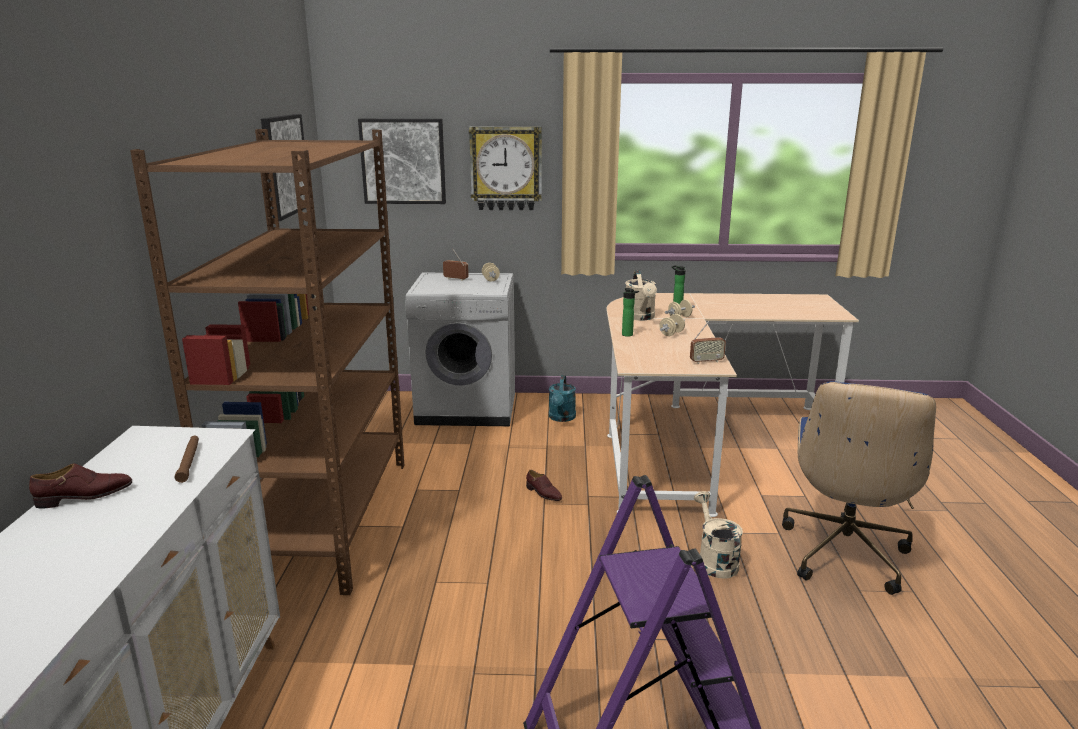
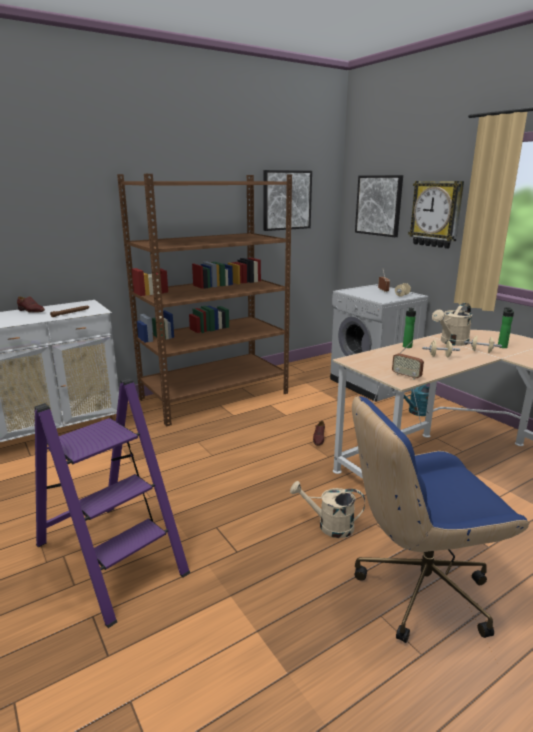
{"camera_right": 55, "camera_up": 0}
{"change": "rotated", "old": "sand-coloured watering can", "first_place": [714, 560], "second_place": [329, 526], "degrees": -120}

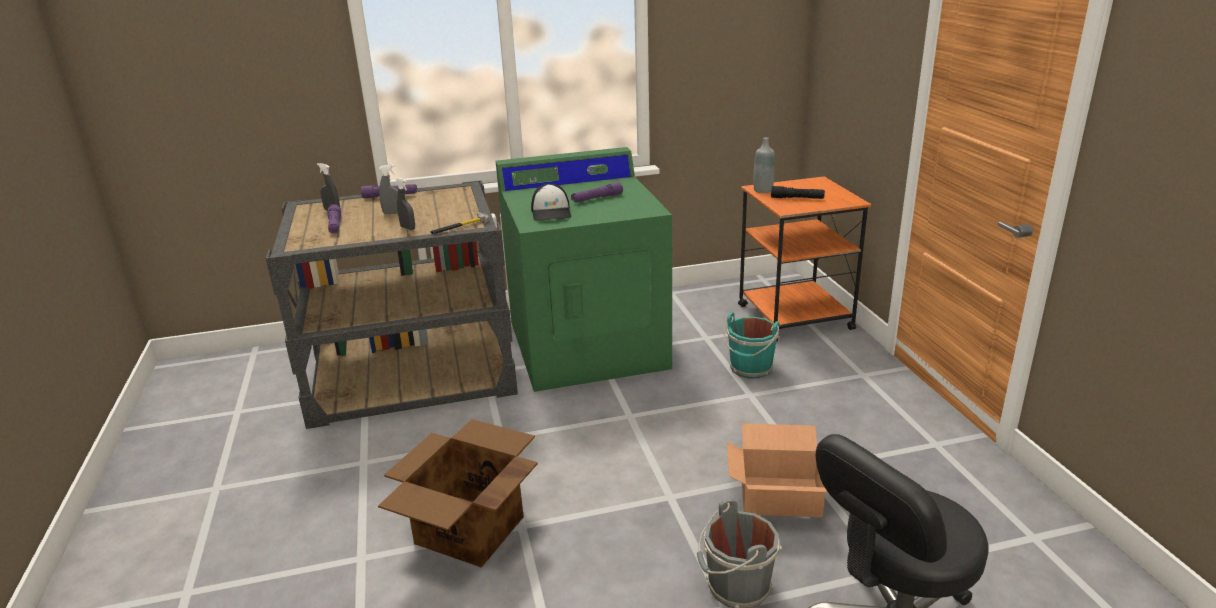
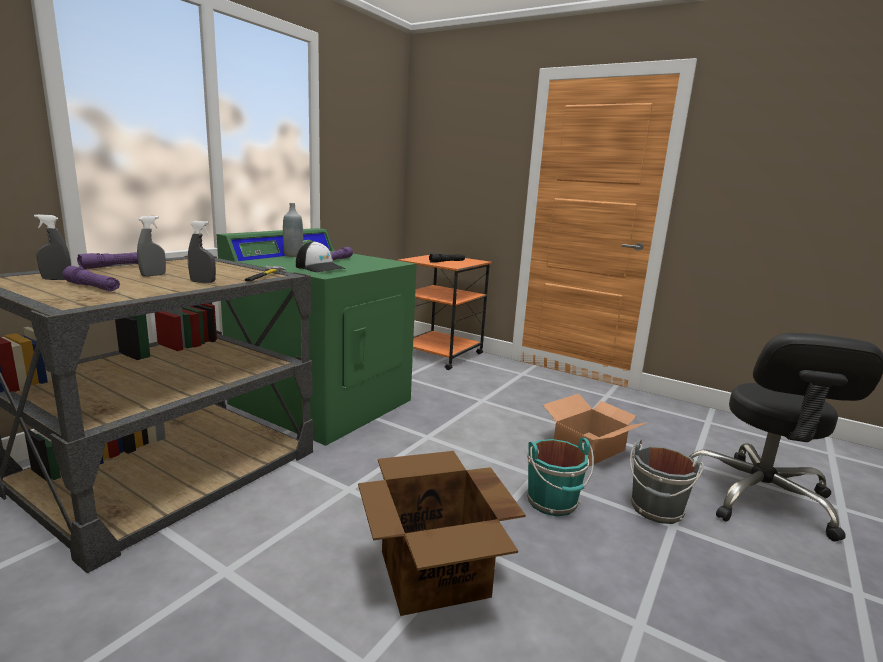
{"camera_right": -45, "camera_up": -10}
{"change": "shifted", "old": "turquoise-coloured pail", "first_place": [750, 369], "second_place": [553, 503]}
{"change": "shifted", "old": "gray bottle", "first_place": [763, 190], "second_place": [293, 255]}

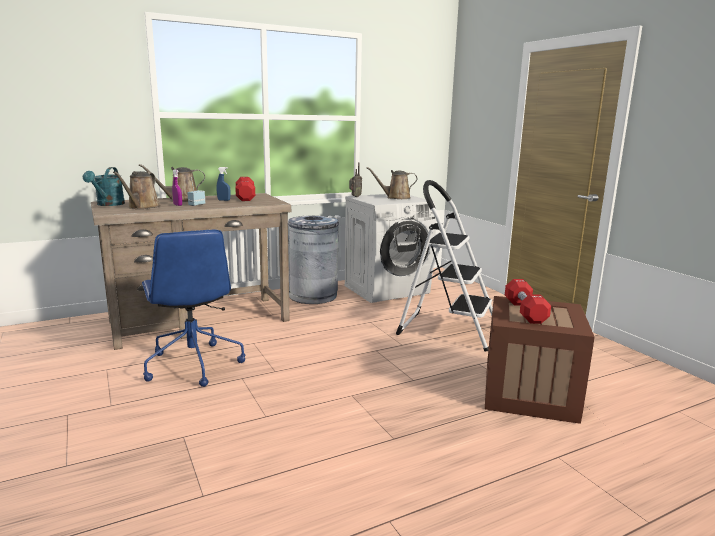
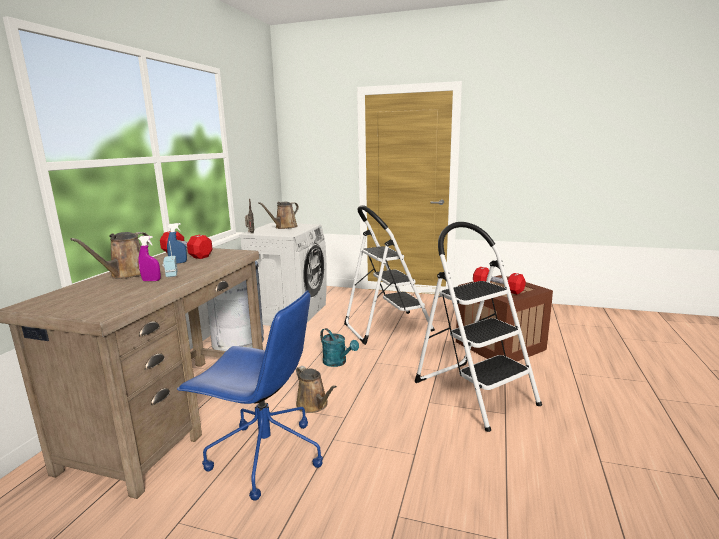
{"camera_right": -45, "camera_up": 0}
{"change": "new", "new": "stepladder", "second_place": [472, 391]}
{"change": "shifted", "old": "turquoise-coloured watering can", "first_place": [108, 204], "second_place": [338, 362]}
{"change": "shifted", "old": "brown watering can", "first_place": [142, 207], "second_place": [314, 405]}

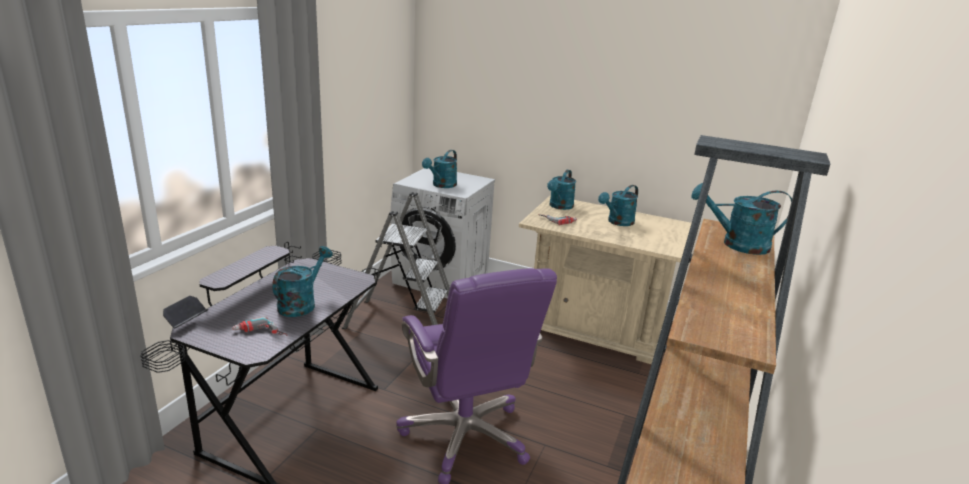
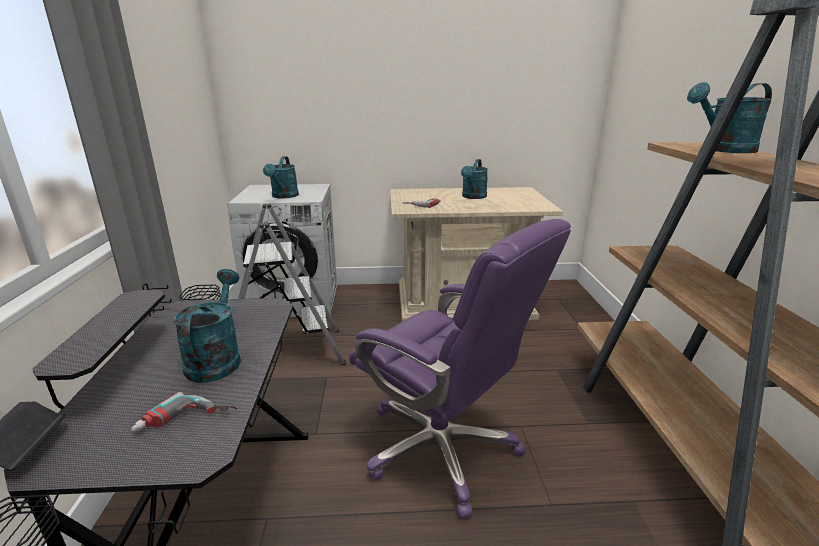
{"camera_right": -25, "camera_up": 0}
{"change": "gone", "old": "turquoise-coloured watering can", "first_place": [559, 206]}

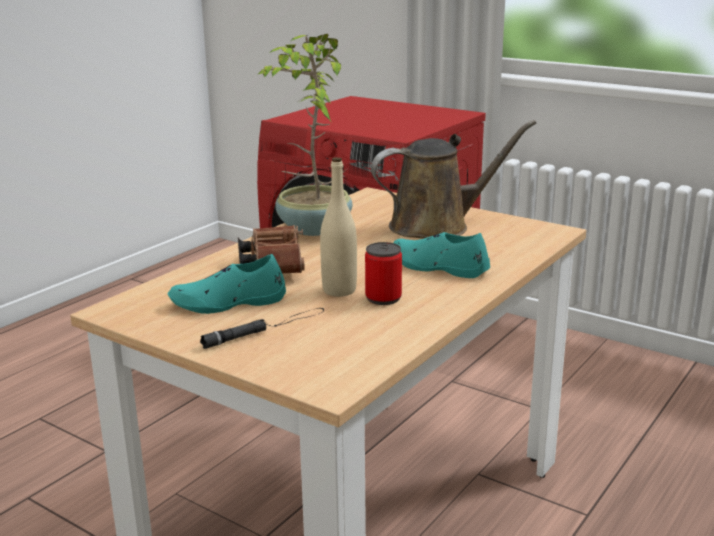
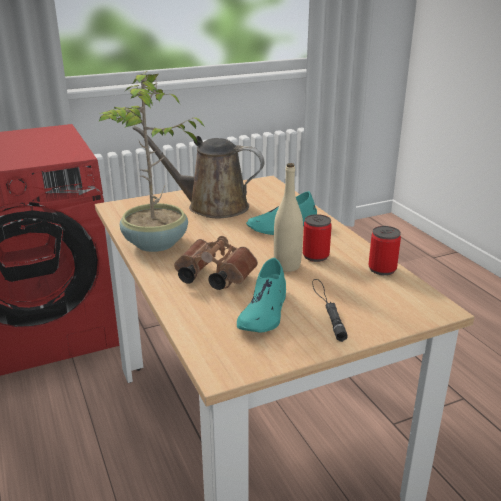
{"camera_right": -60, "camera_up": 5}
{"change": "new", "new": "sealed can", "second_place": [382, 269]}
{"change": "rotated", "old": "brown watering can", "first_place": [437, 226], "second_place": [211, 206], "degrees": -90}

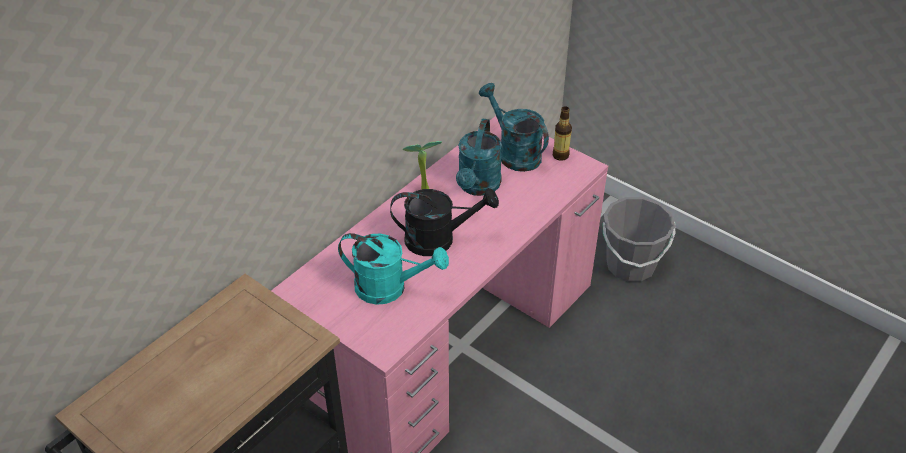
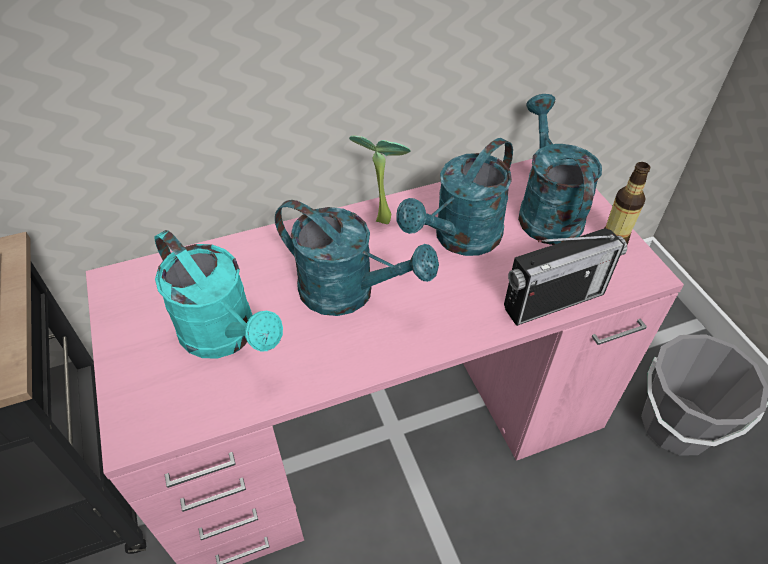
{"camera_right": 30, "camera_up": 5}
{"change": "new", "new": "radio receiver", "second_place": [553, 300]}
{"change": "repainted", "old": "black-coloured watering can", "new": "turquoise-coloured watering can", "first_place": [439, 239], "second_place": [349, 293]}

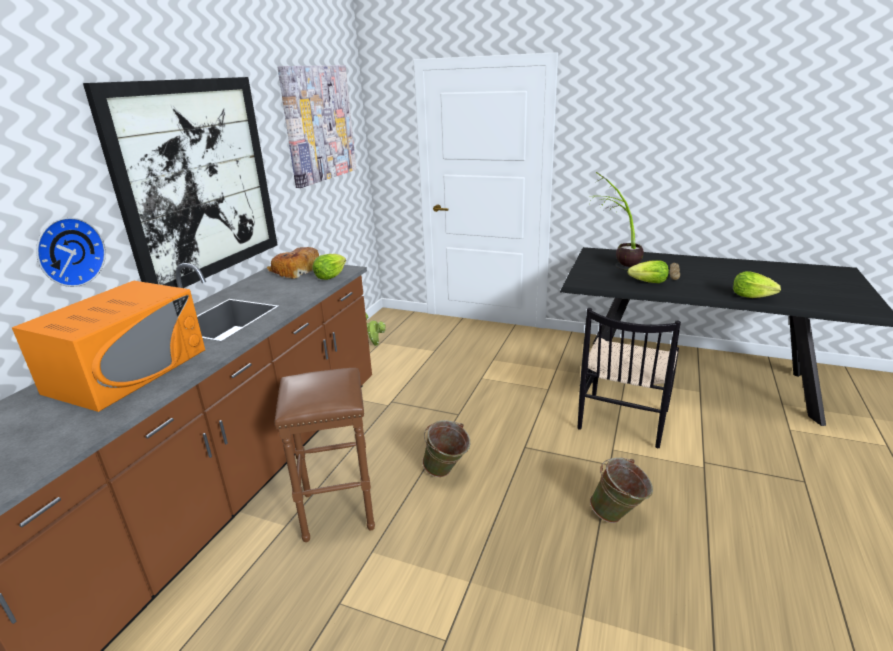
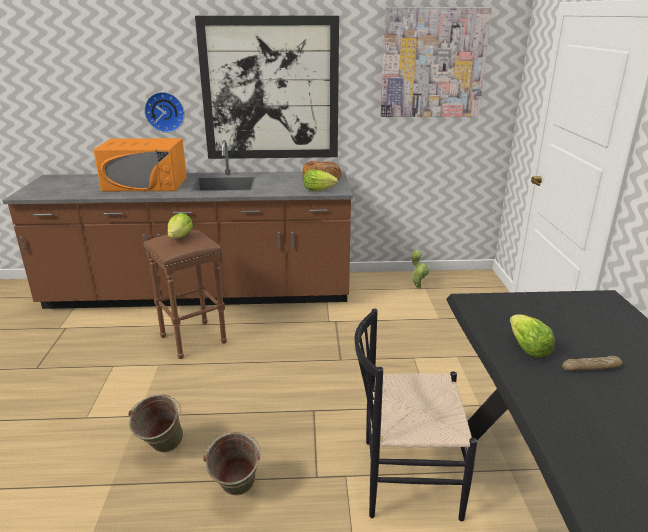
{"camera_right": 65, "camera_up": 0}
{"change": "gone", "old": "houseplant", "first_place": [615, 262]}
{"change": "shifted", "old": "greenish pail", "first_place": [446, 473], "second_place": [161, 450]}
{"change": "shifted", "old": "head of lettuce", "first_place": [751, 296], "second_place": [180, 237]}

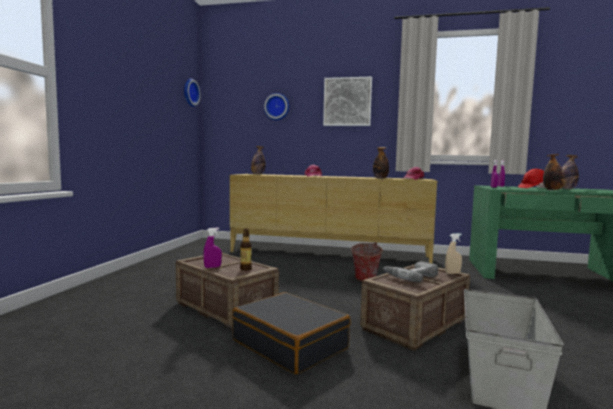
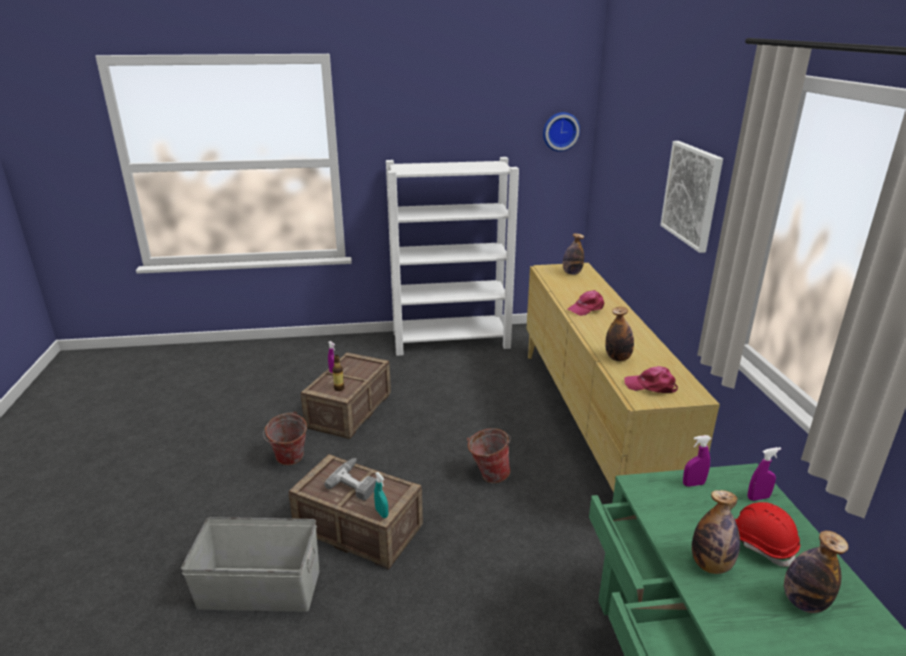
{"camera_right": 70, "camera_up": 20}
{"change": "gone", "old": "wall clock", "first_place": [277, 107]}
{"change": "new", "new": "whitish bookcase", "second_place": [451, 340]}
{"change": "swapped", "old": "black-coloured suitcase", "new": "pail", "first_place": [290, 344], "second_place": [289, 461]}
{"change": "repainted", "old": "sand-coloured spray bottle", "new": "turquoise-coloured spray bottle", "first_place": [452, 273], "second_place": [381, 513]}

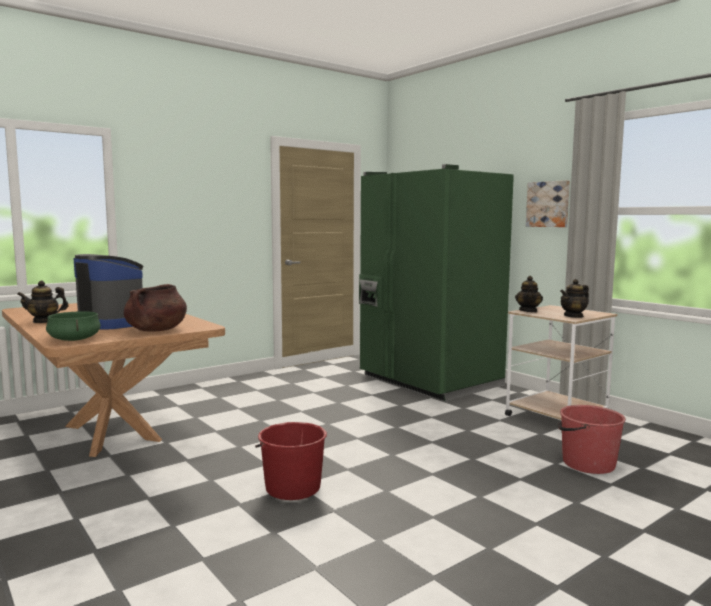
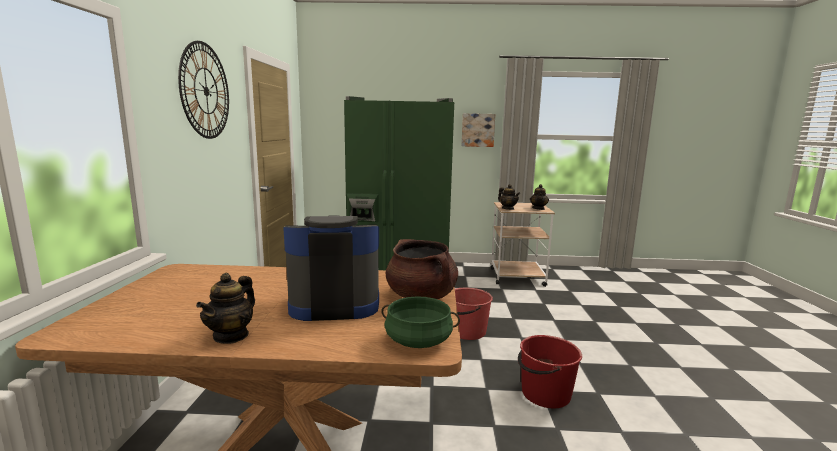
{"camera_right": -50, "camera_up": 5}
{"change": "new", "new": "wall clock", "second_place": [205, 91]}
{"change": "shifted", "old": "red pail", "first_place": [587, 463], "second_place": [467, 331]}

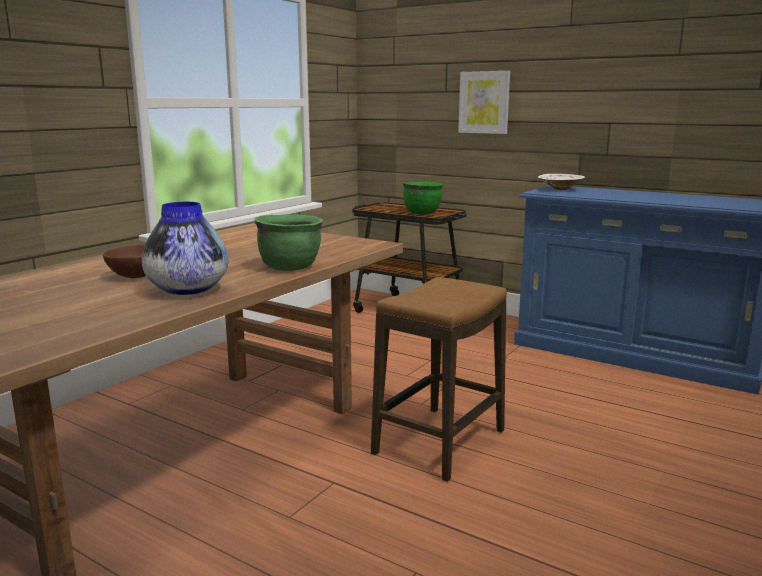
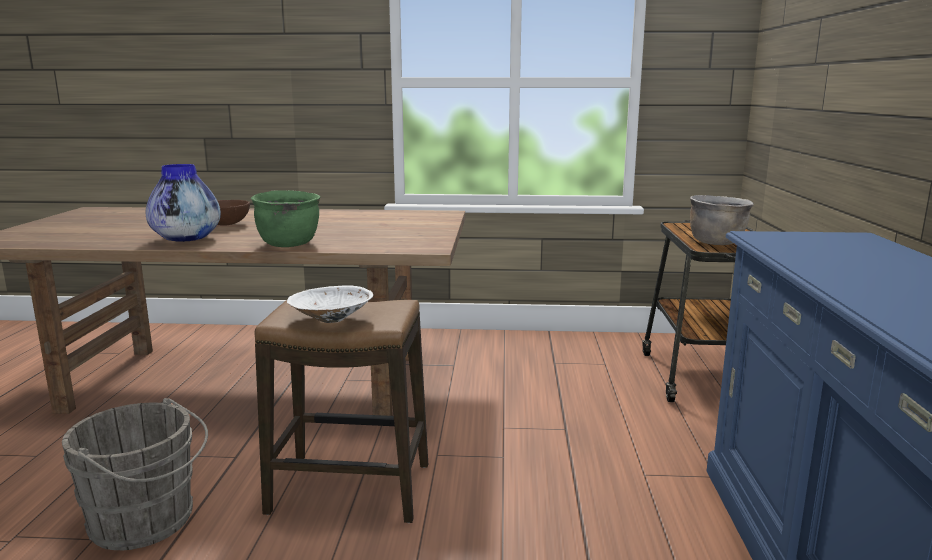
{"camera_right": 60, "camera_up": 0}
{"change": "gone", "old": "wall picture", "first_place": [484, 102]}
{"change": "new", "new": "gray pail", "second_place": [147, 522]}
{"change": "shifted", "old": "whitish bowl", "first_place": [559, 189], "second_place": [330, 319]}
{"change": "repainted", "old": "greenish stockpot", "new": "brown stockpot", "first_place": [422, 213], "second_place": [716, 242]}

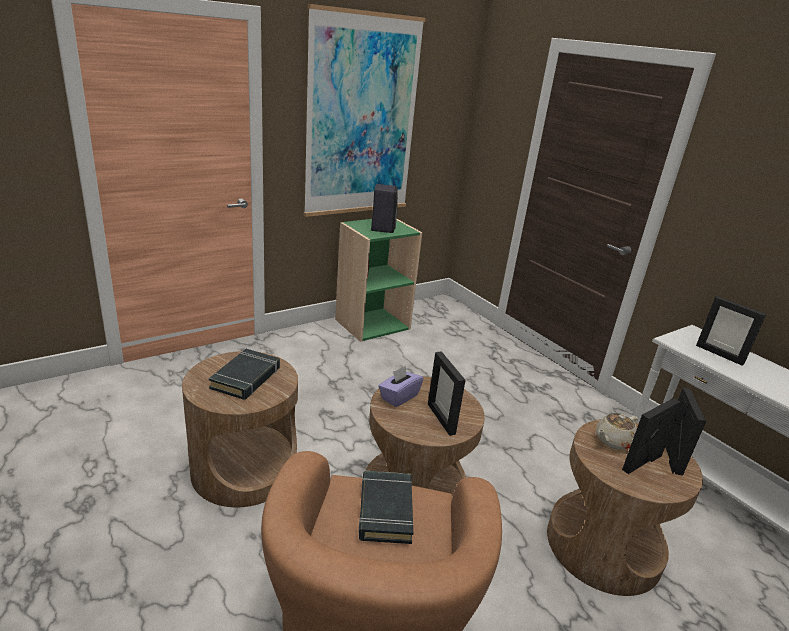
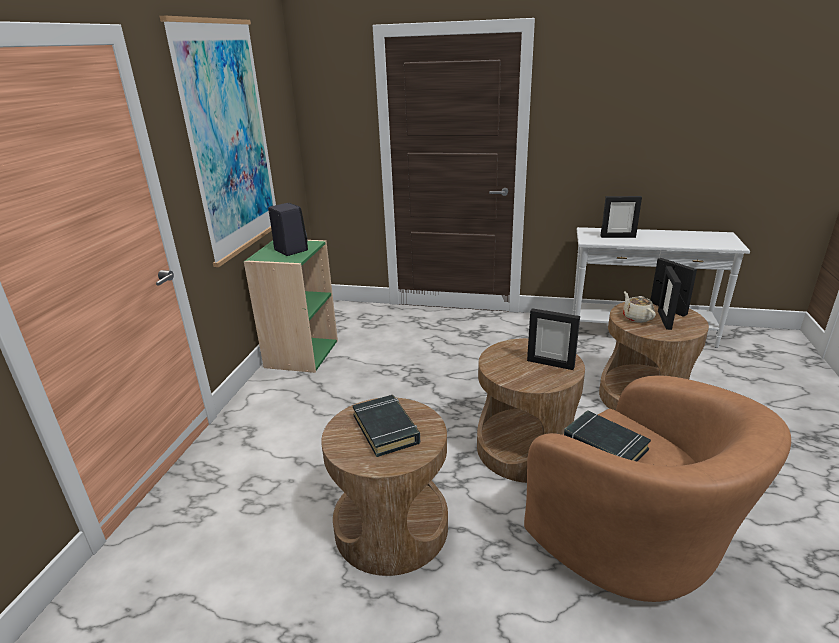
{"camera_right": -40, "camera_up": 0}
{"change": "gone", "old": "purplish tissue box", "first_place": [399, 397]}
{"change": "rotated", "old": "sand-coloured tea pot", "first_place": [613, 441], "second_place": [636, 317], "degrees": 150}

